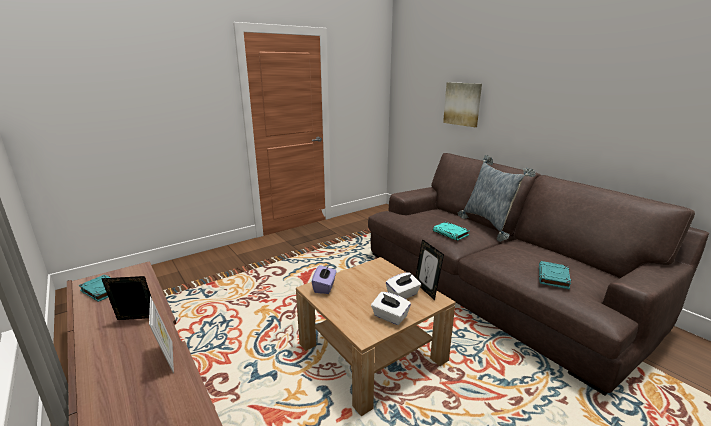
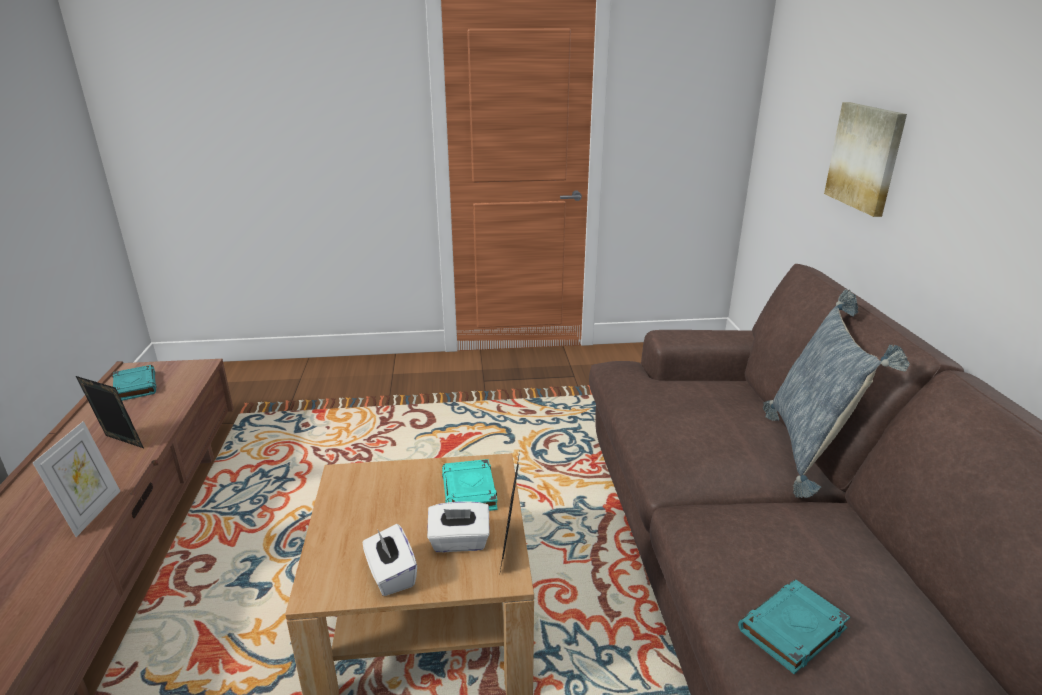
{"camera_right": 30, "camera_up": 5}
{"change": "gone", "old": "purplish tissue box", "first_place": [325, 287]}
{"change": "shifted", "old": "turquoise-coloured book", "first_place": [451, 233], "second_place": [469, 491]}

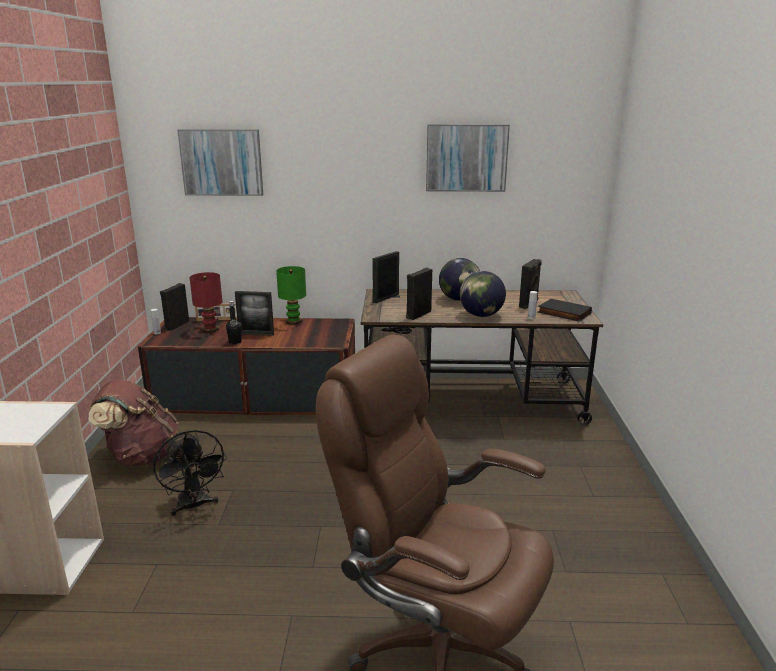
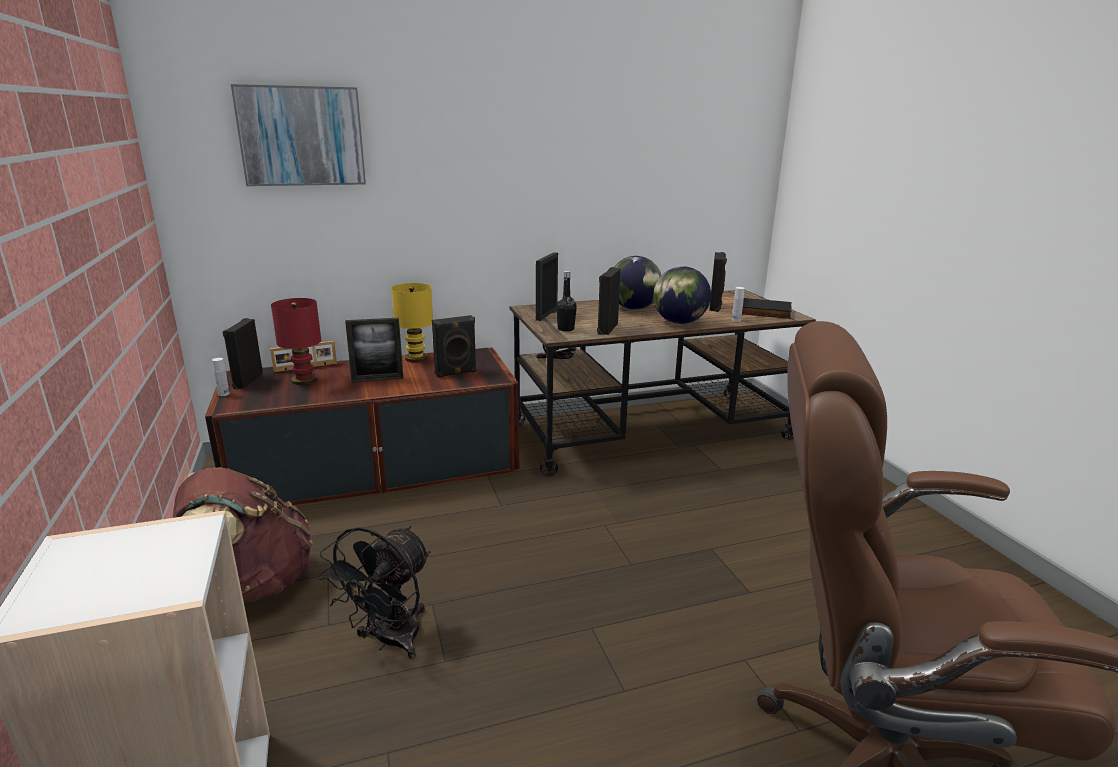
{"camera_right": -20, "camera_up": 0}
{"change": "gone", "old": "wall picture", "first_place": [466, 158]}
{"change": "new", "new": "black-coloured loudspeaker", "second_place": [456, 373]}
{"change": "shifted", "old": "black-coloured bottle", "first_place": [235, 342], "second_place": [566, 329]}
{"change": "repainted", "old": "greenish lamp for a table", "new": "yellow lamp for a table", "first_place": [293, 321], "second_place": [416, 358]}
{"change": "rotated", "old": "black-coloured electric fan", "first_place": [194, 506], "second_place": [389, 641], "degrees": 75}

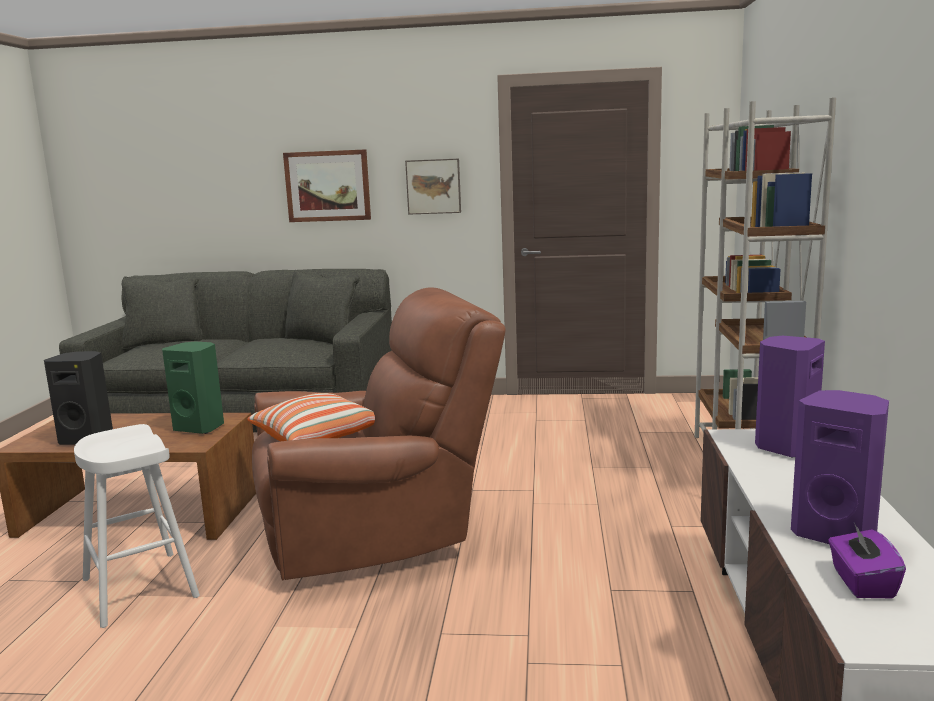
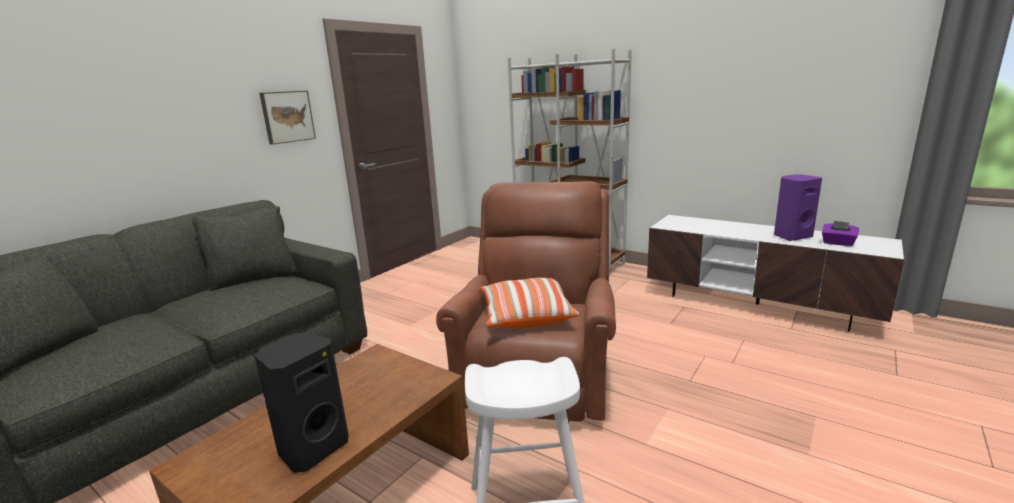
{"camera_right": -60, "camera_up": 5}
{"change": "gone", "old": "greenish loudspeaker", "first_place": [200, 427]}
{"change": "gone", "old": "wall picture", "first_place": [328, 186]}
{"change": "gone", "old": "purplish loudspeaker", "first_place": [784, 447]}

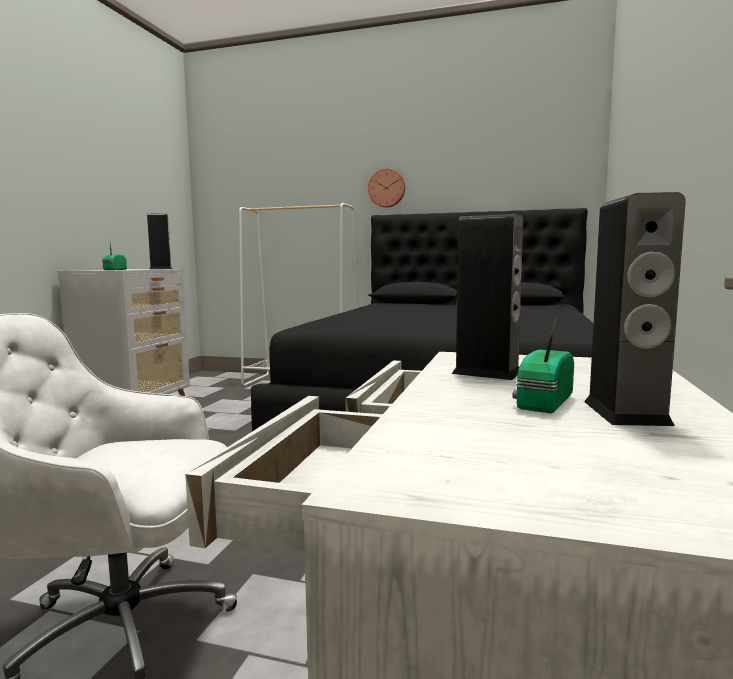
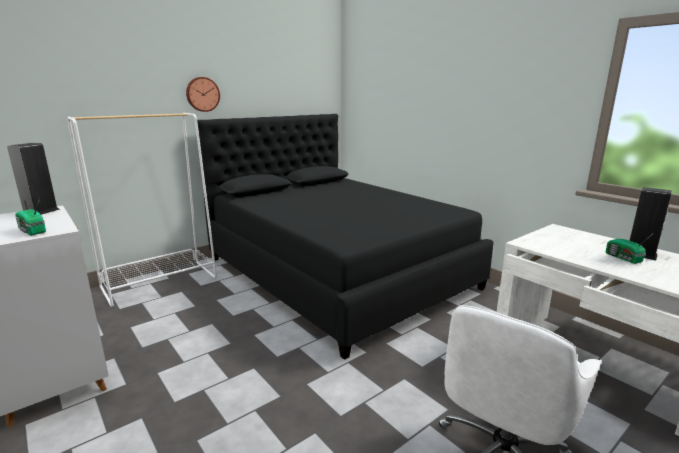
{"camera_right": -55, "camera_up": 10}
{"change": "gone", "old": "loudspeaker", "first_place": [487, 373]}

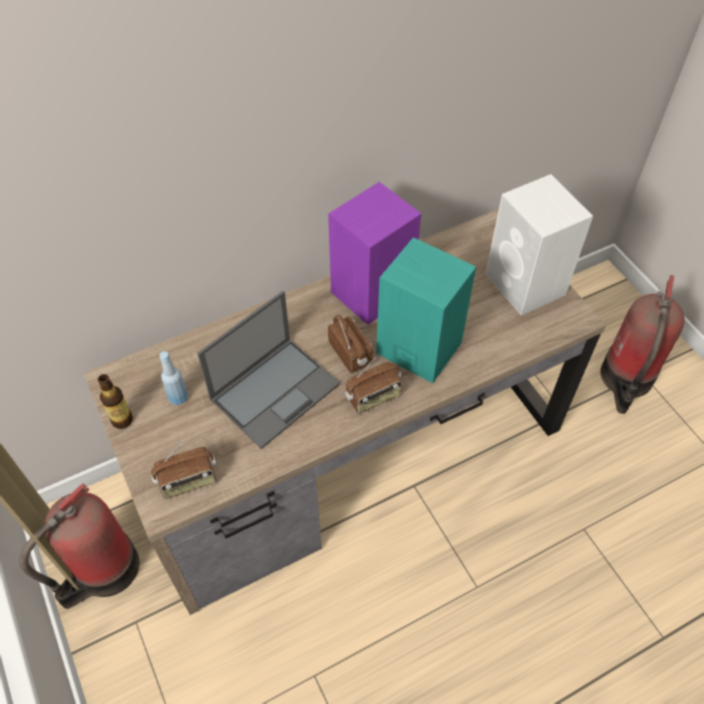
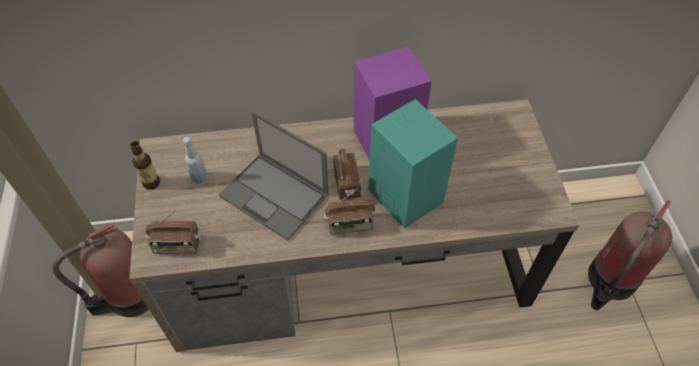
{"camera_right": 20, "camera_up": 0}
{"change": "gone", "old": "whitish loudspeaker", "first_place": [526, 285]}
{"change": "rotated", "old": "laptop", "first_place": [276, 390], "second_place": [275, 195], "degrees": 60}

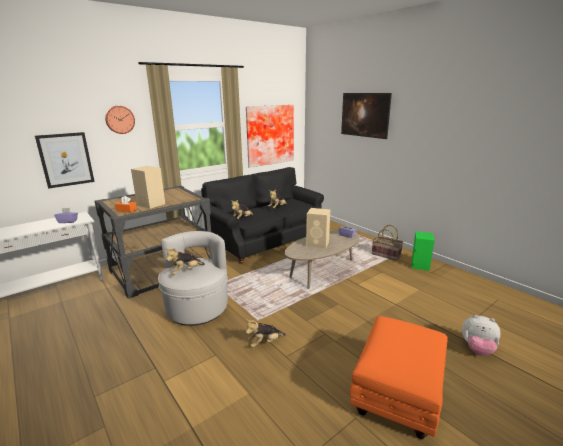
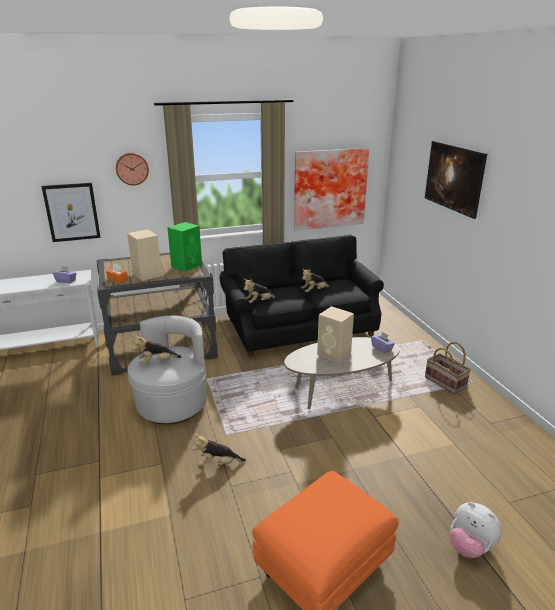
{"camera_right": 20, "camera_up": 5}
{"change": "shifted", "old": "greenish loudspeaker", "first_place": [420, 265], "second_place": [187, 265]}

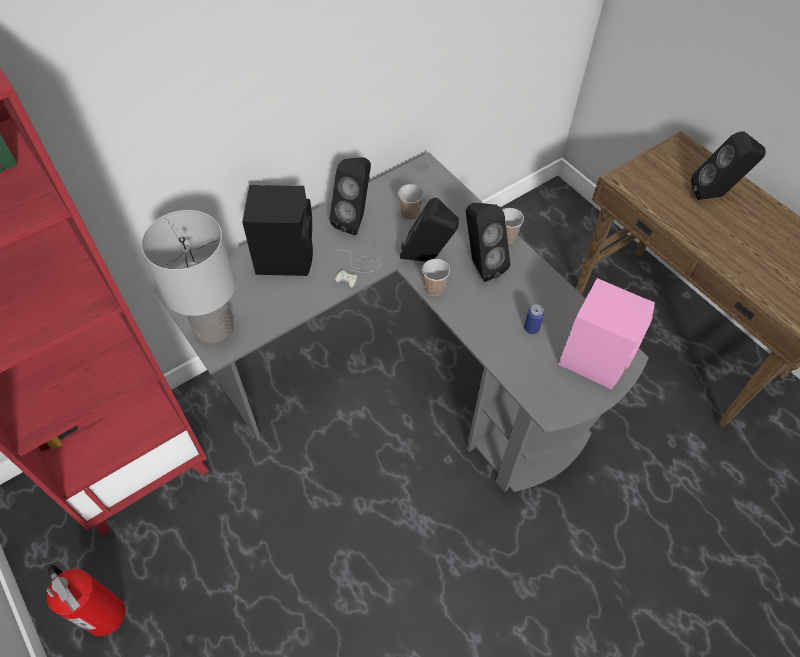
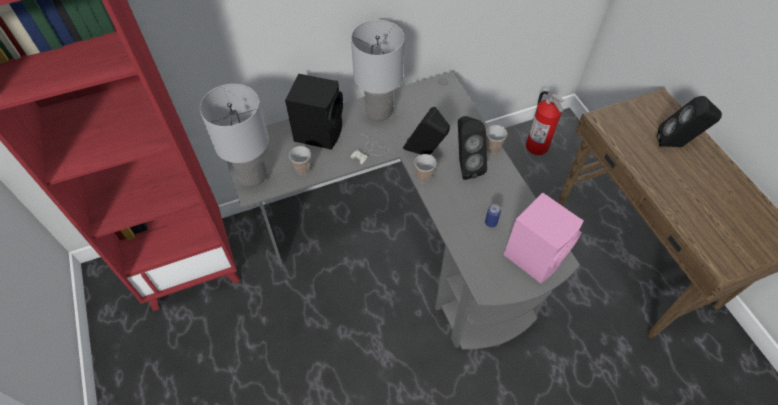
{"camera_right": 15, "camera_up": 0}
{"change": "shifted", "old": "fire-fighting cylinder", "first_place": [105, 614], "second_place": [537, 146]}
{"change": "shifted", "old": "drinking cup", "first_place": [410, 214], "second_place": [303, 169]}
{"change": "swapped", "old": "black-coloured loudspeaker", "new": "gray lamp for a table", "first_place": [355, 219], "second_place": [379, 113]}

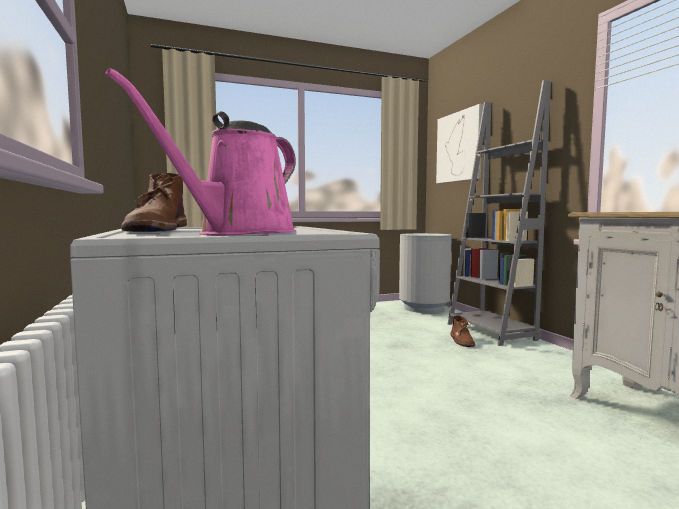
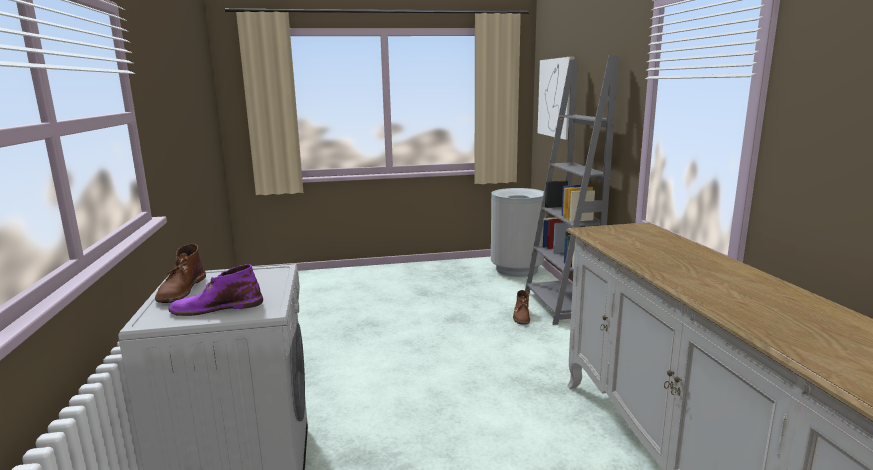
{"camera_right": 10, "camera_up": 10}
{"change": "swapped", "old": "pink-coloured watering can", "new": "purplish boot", "first_place": [240, 233], "second_place": [216, 307]}

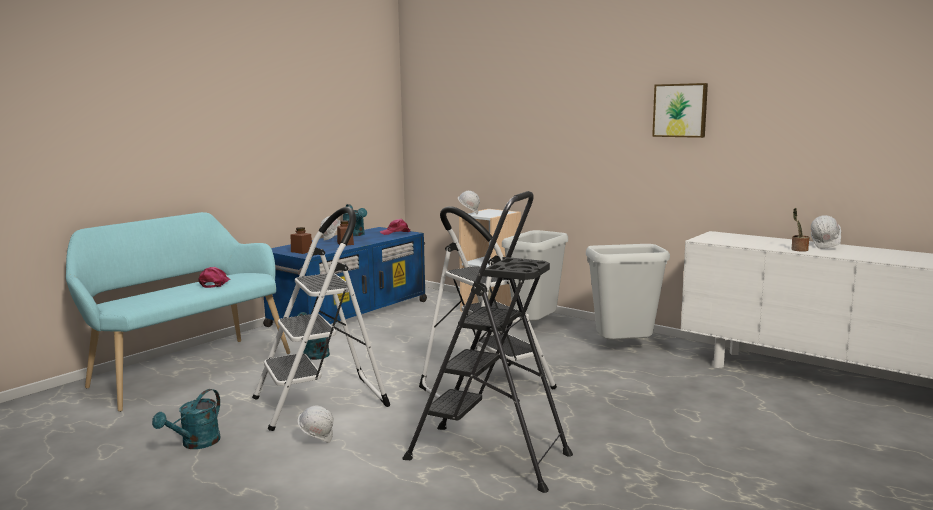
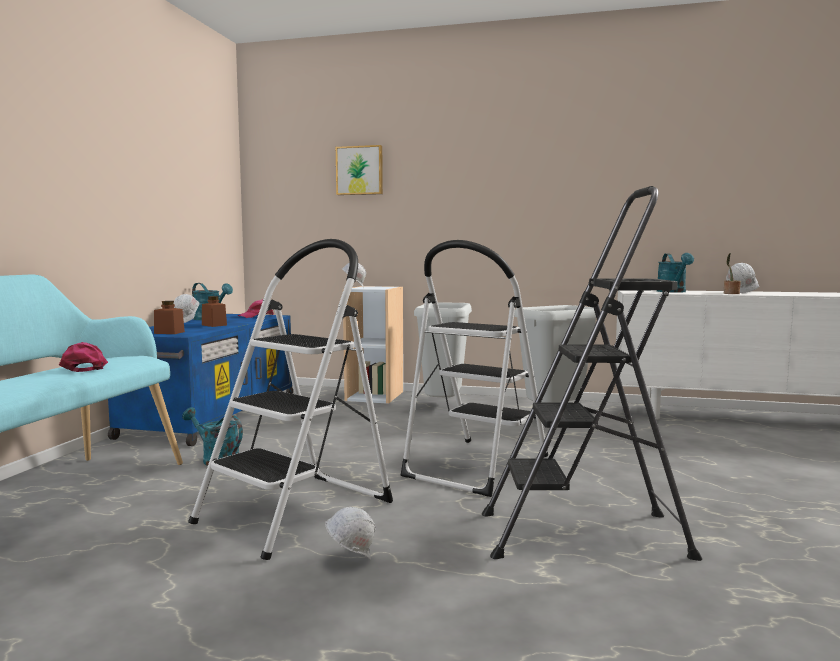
{"camera_right": -25, "camera_up": -5}
{"change": "shifted", "old": "turquoise-coloured watering can", "first_place": [196, 444], "second_place": [673, 292]}
{"change": "shifted", "old": "wall picture", "first_place": [680, 110], "second_place": [360, 170]}

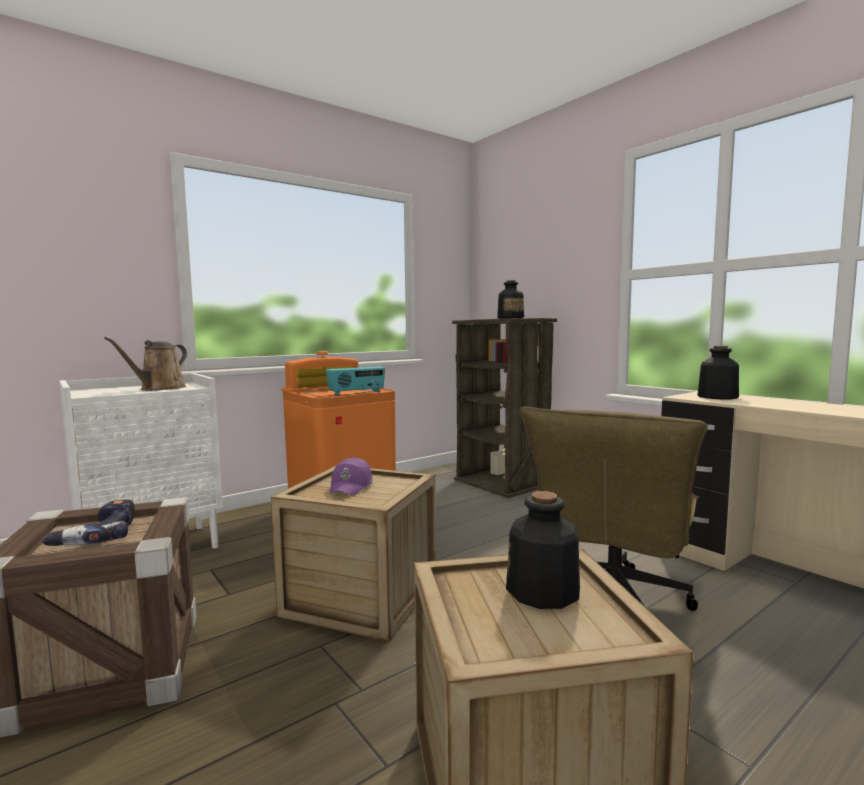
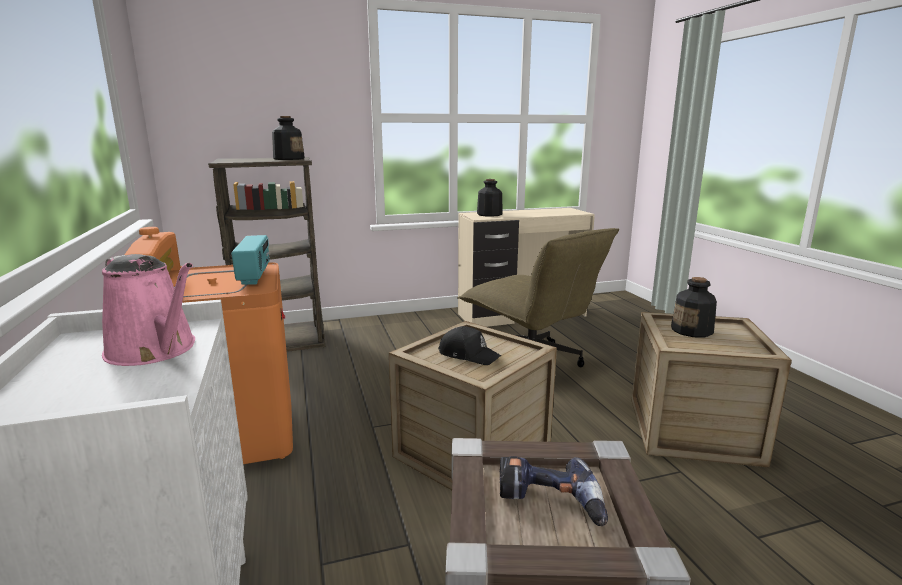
{"camera_right": -70, "camera_up": 10}
{"change": "repainted", "old": "brown watering can", "new": "pink-coloured watering can", "first_place": [159, 389], "second_place": [155, 351]}
{"change": "repainted", "old": "purplish baseball cap", "new": "black-coloured baseball cap", "first_place": [352, 486], "second_place": [468, 355]}

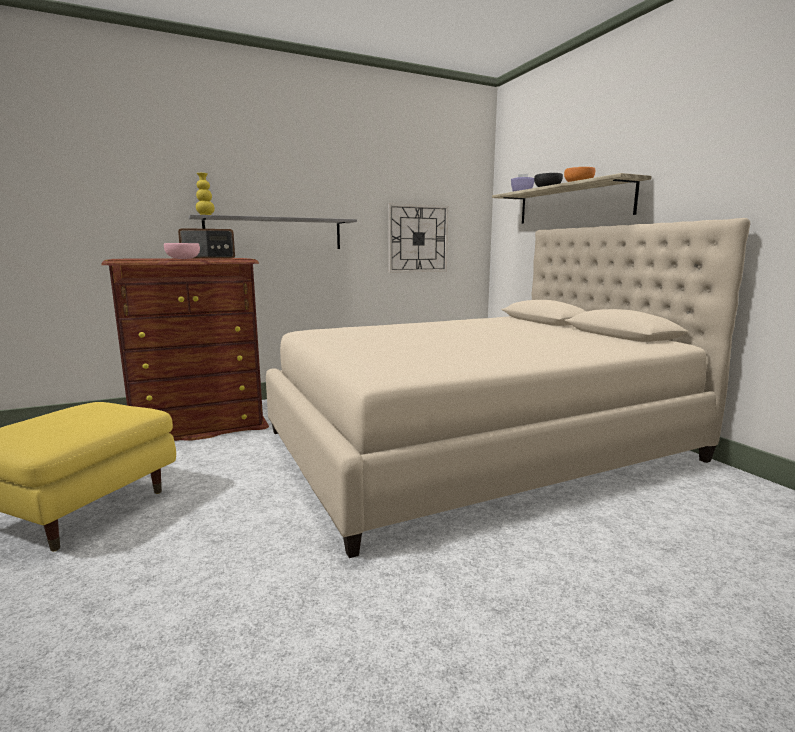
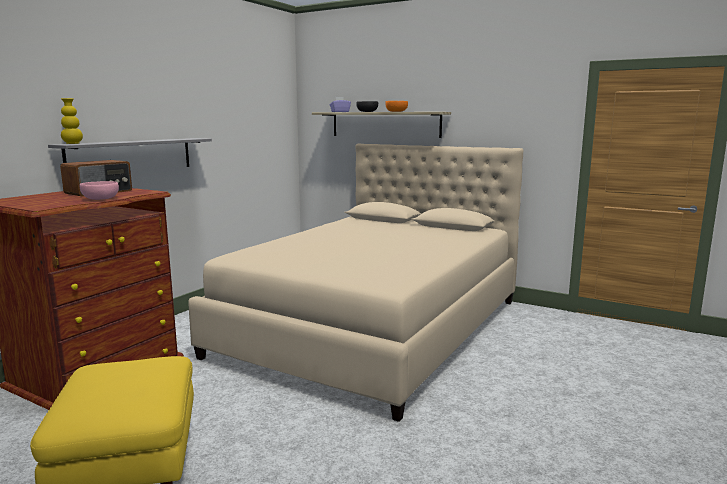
{"camera_right": -35, "camera_up": 0}
{"change": "gone", "old": "wall clock", "first_place": [418, 238]}

